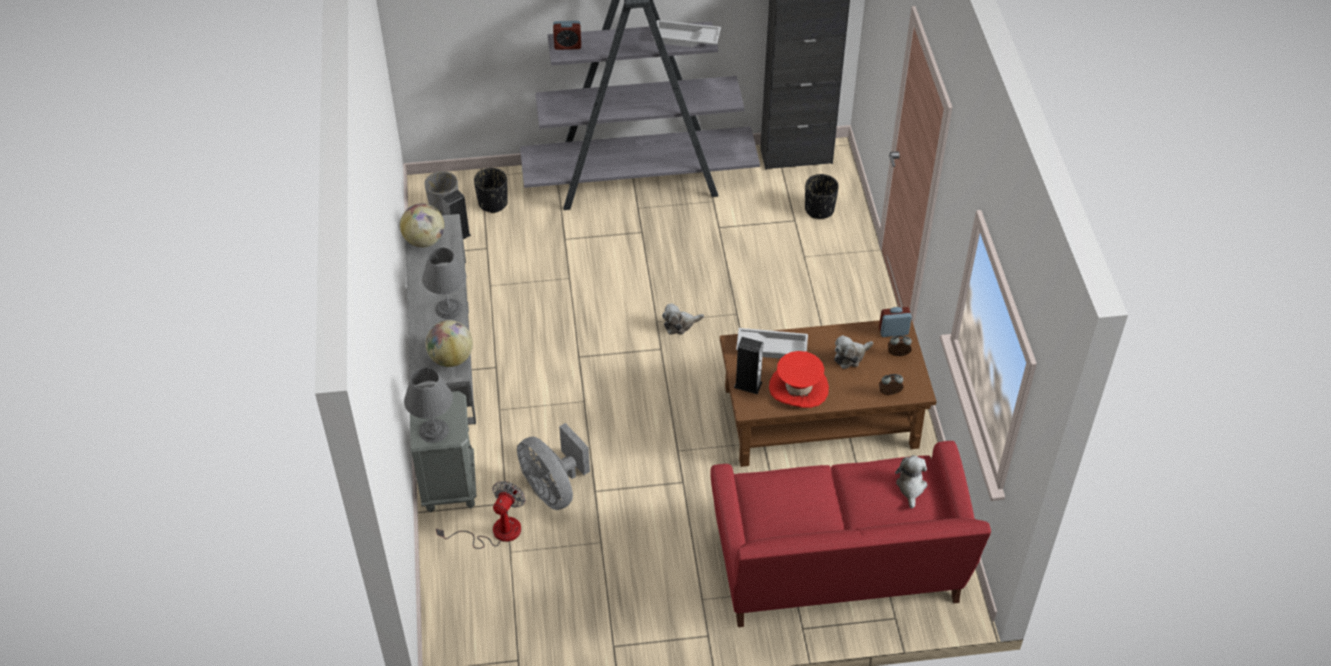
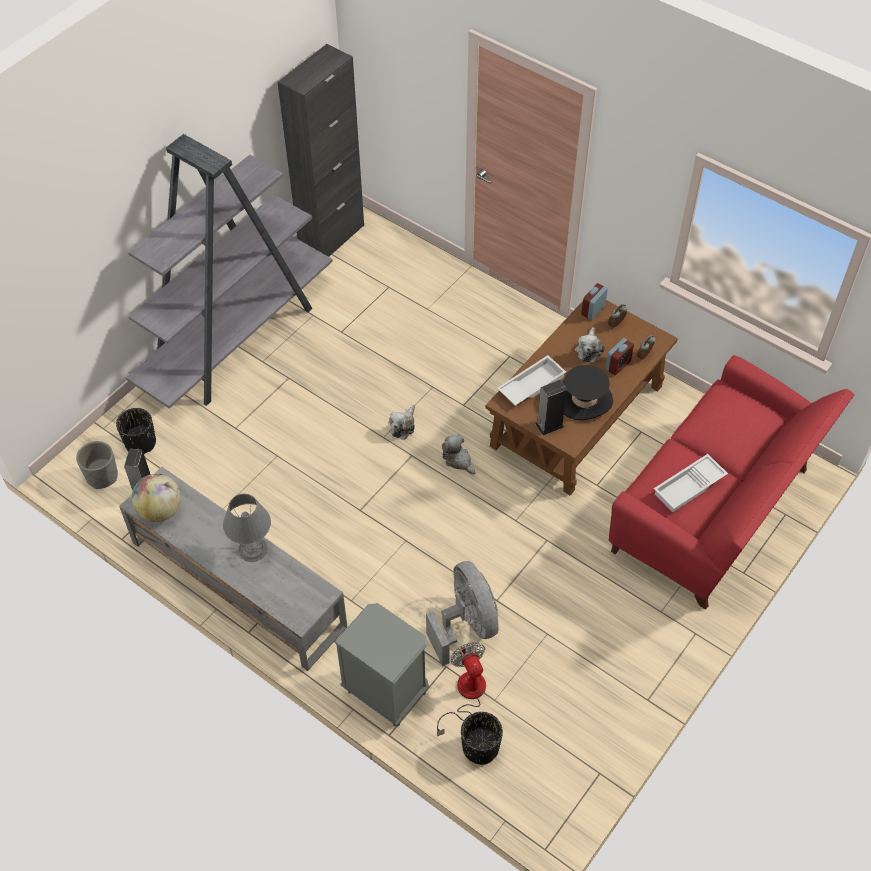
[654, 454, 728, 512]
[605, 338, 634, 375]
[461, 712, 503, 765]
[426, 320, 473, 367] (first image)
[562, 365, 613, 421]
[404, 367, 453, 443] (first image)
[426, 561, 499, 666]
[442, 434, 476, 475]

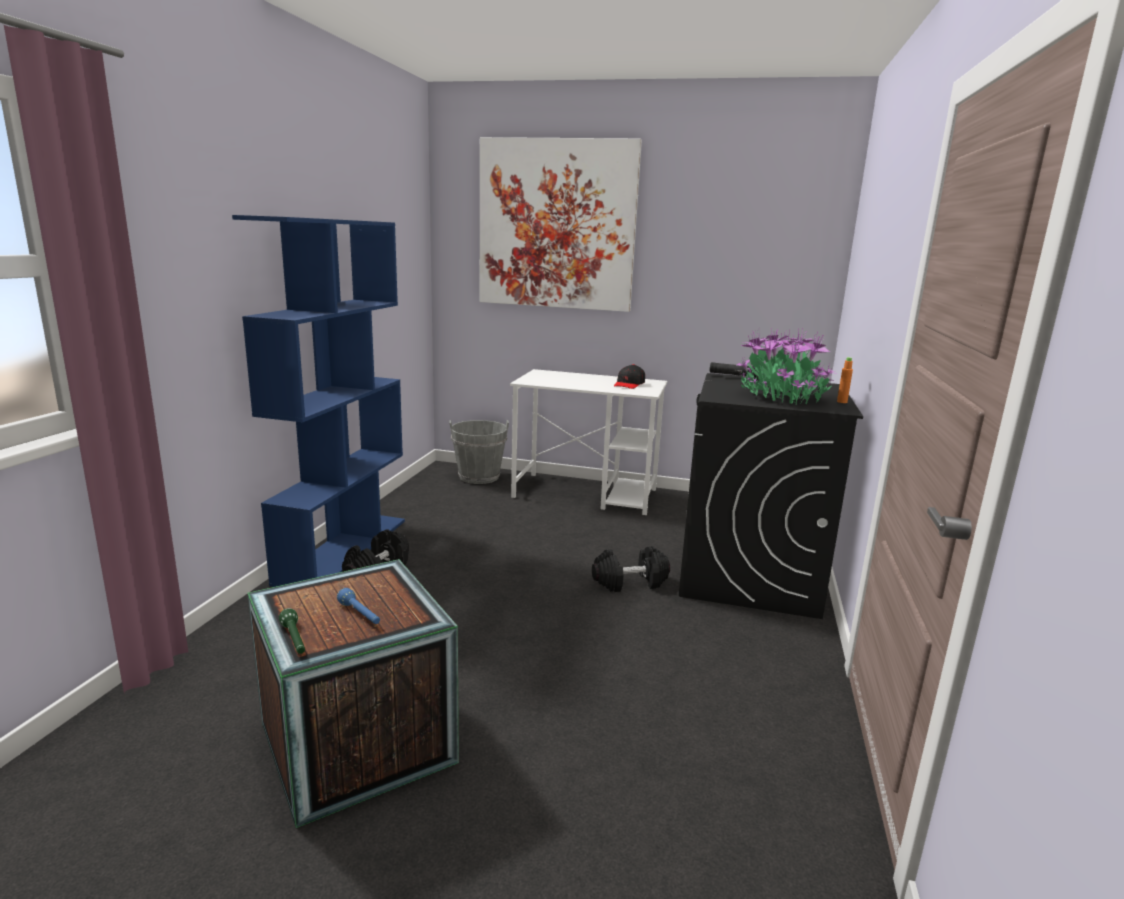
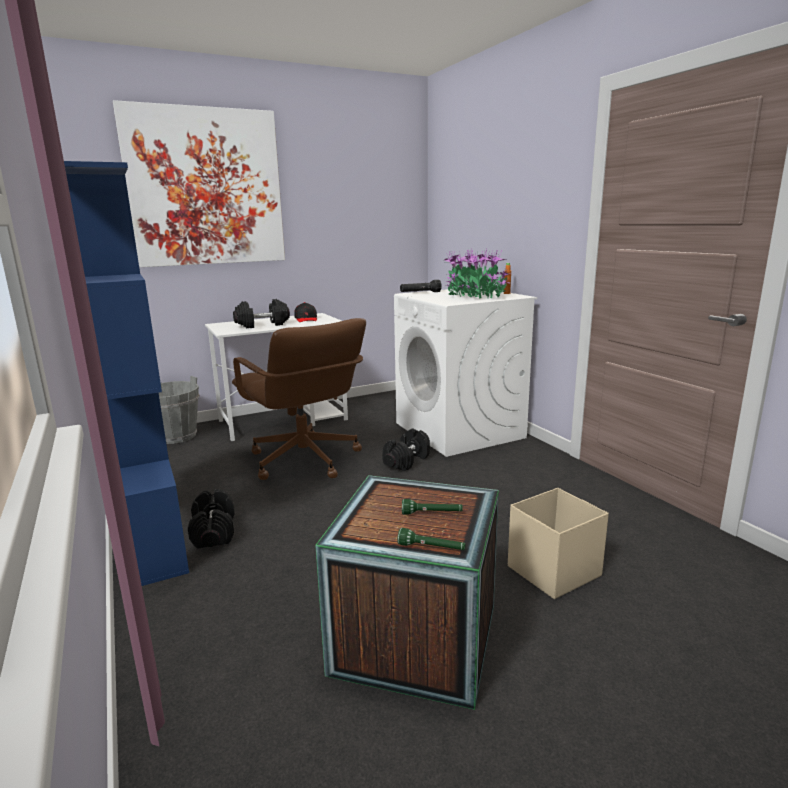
[394, 288, 537, 457]
[402, 499, 463, 515]
[233, 299, 290, 328]
[232, 318, 366, 480]
[508, 488, 609, 599]

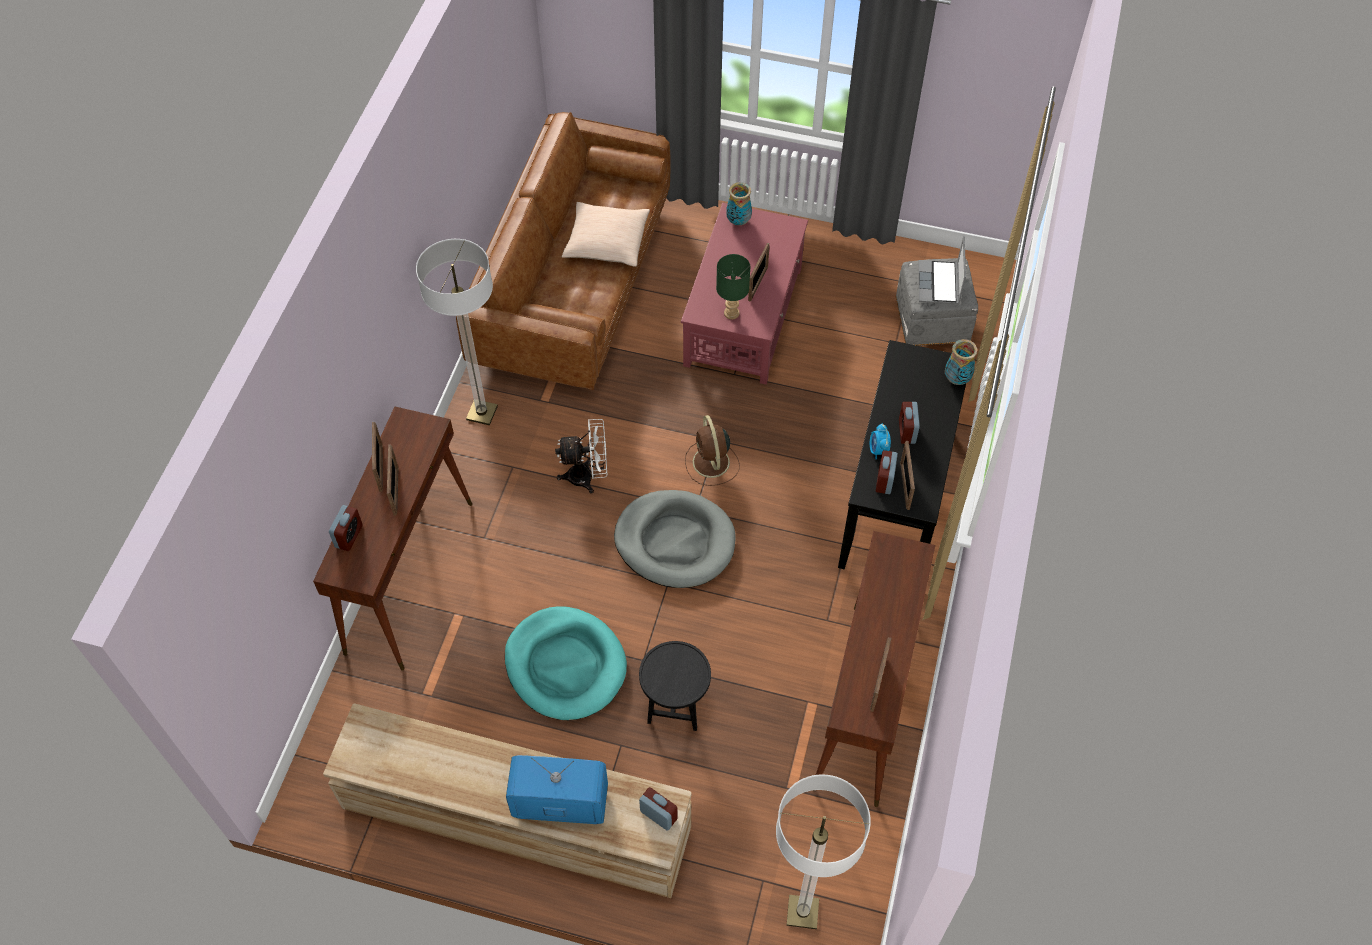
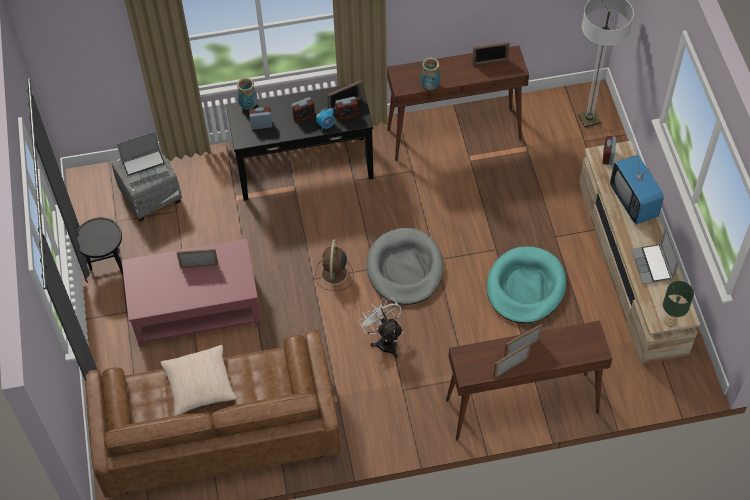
[420, 58, 440, 90]
[416, 239, 498, 425] (first image)
[663, 281, 694, 327]
[315, 239, 354, 291]
[249, 107, 272, 130]
[77, 217, 123, 275]
[631, 227, 679, 284]

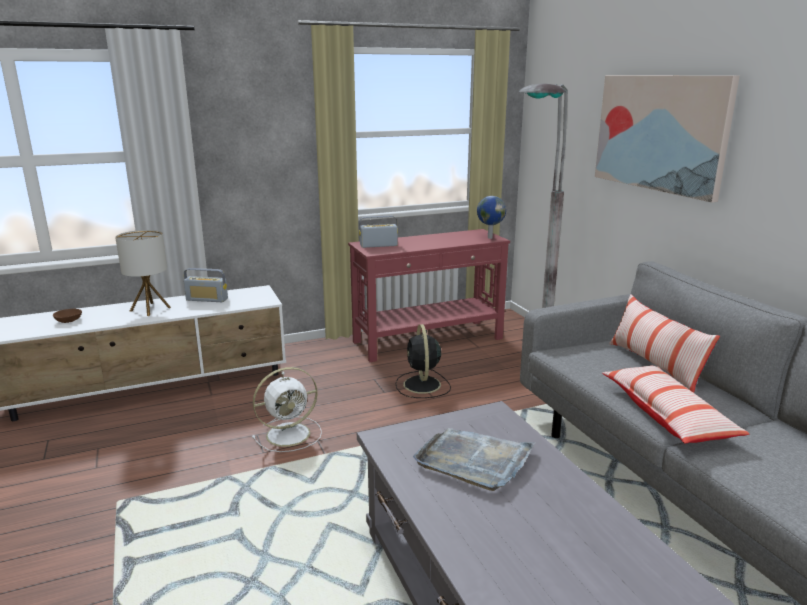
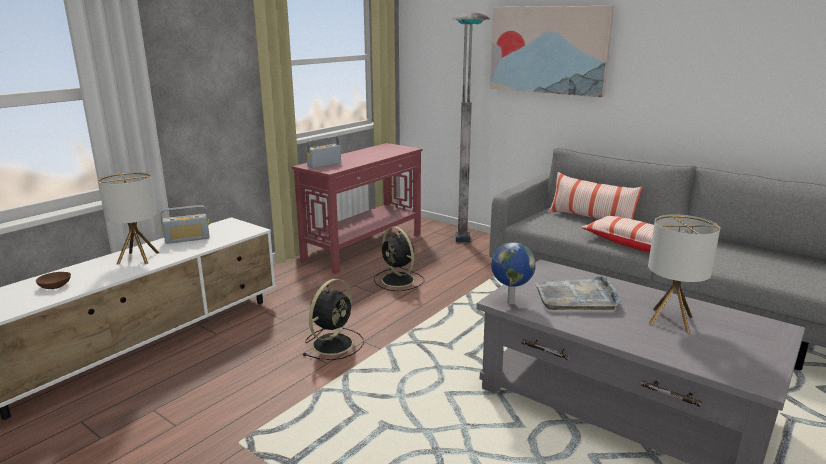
[491, 242, 536, 304]
[302, 279, 364, 360]
[648, 215, 720, 333]

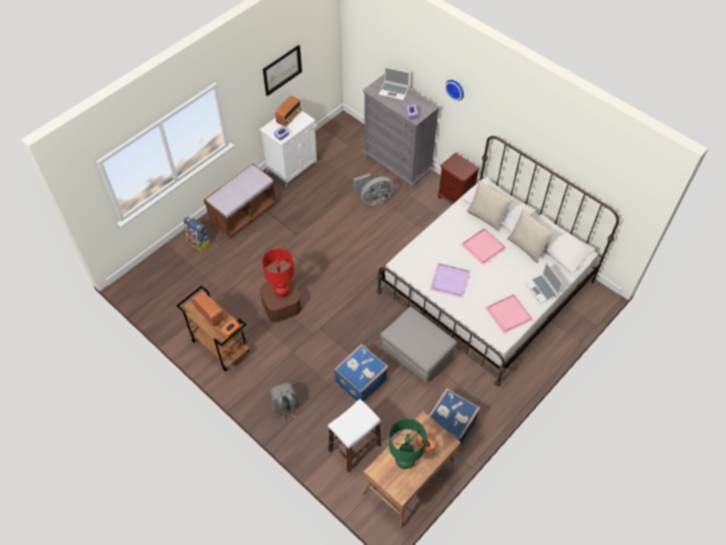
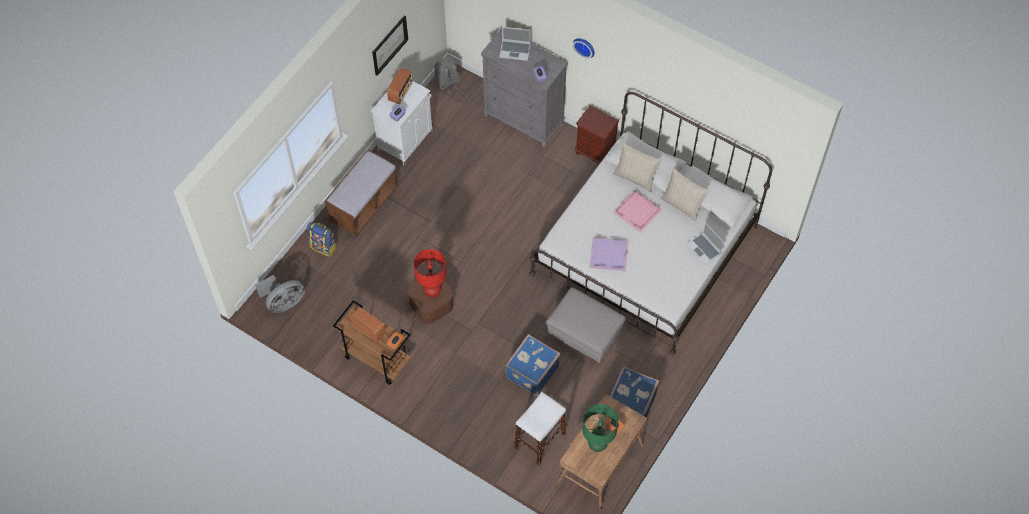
[255, 275, 305, 313]
[485, 294, 534, 334] (first image)
[434, 57, 460, 94]

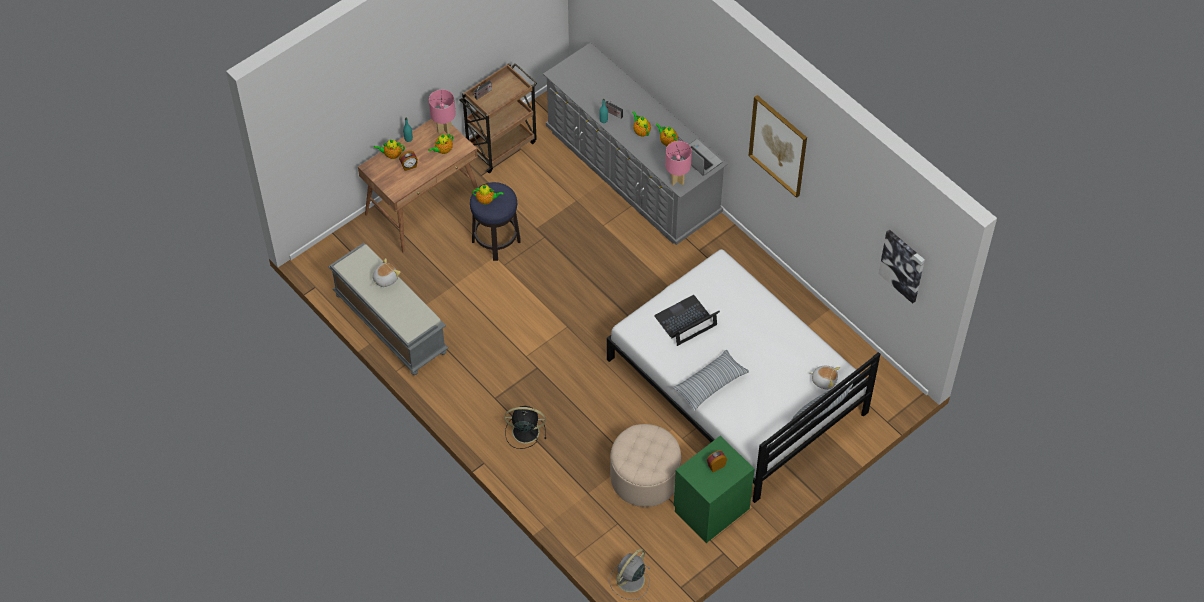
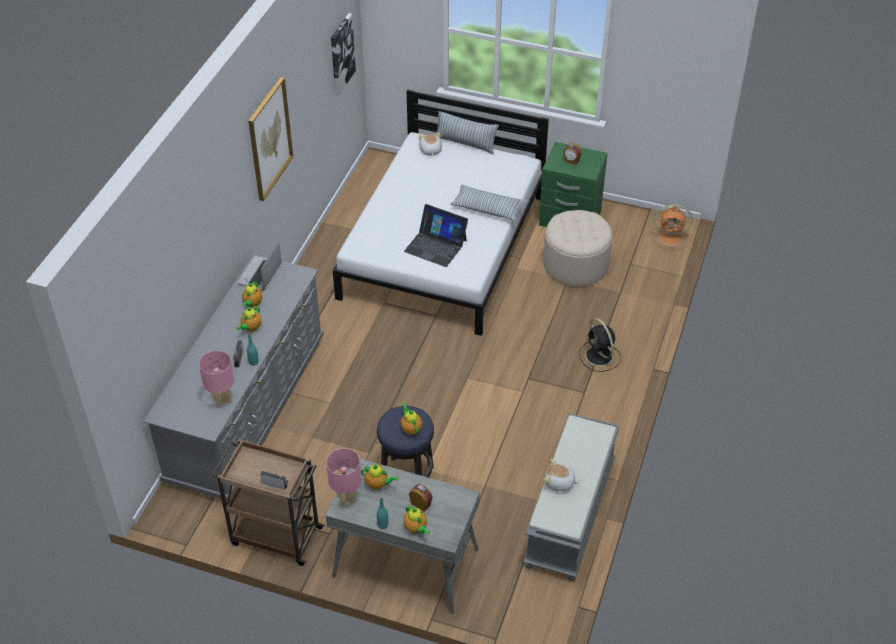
[326, 459, 480, 614]
[199, 351, 234, 408]
[651, 205, 692, 250]

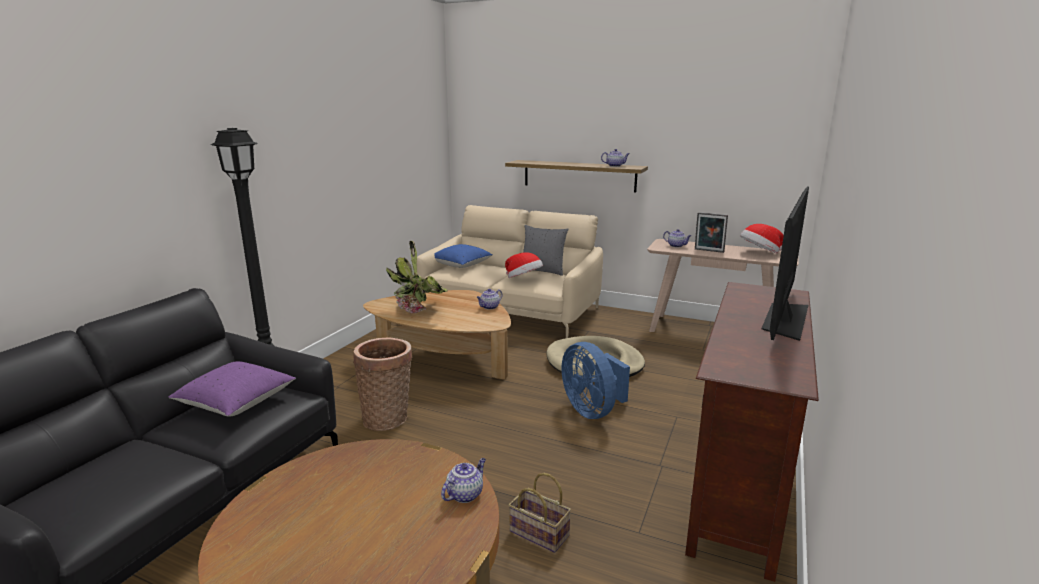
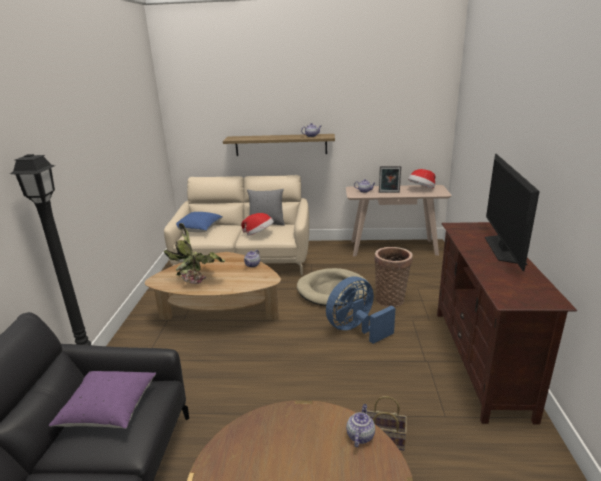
[375, 247, 413, 307]
[326, 276, 395, 344]

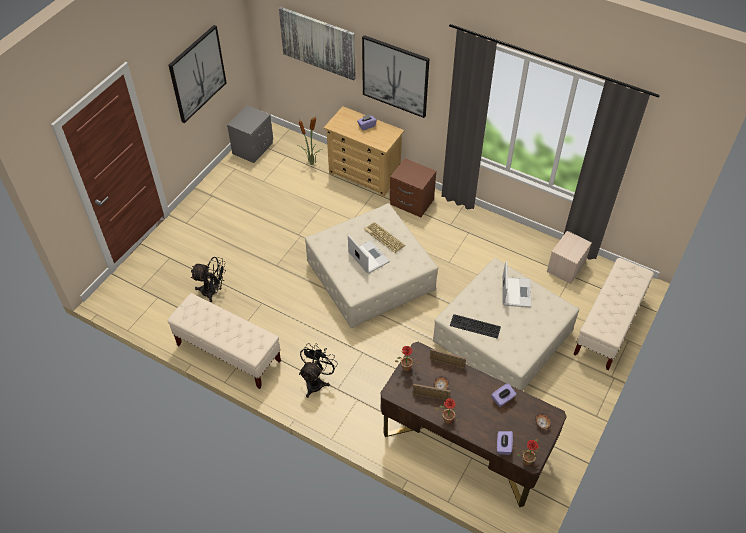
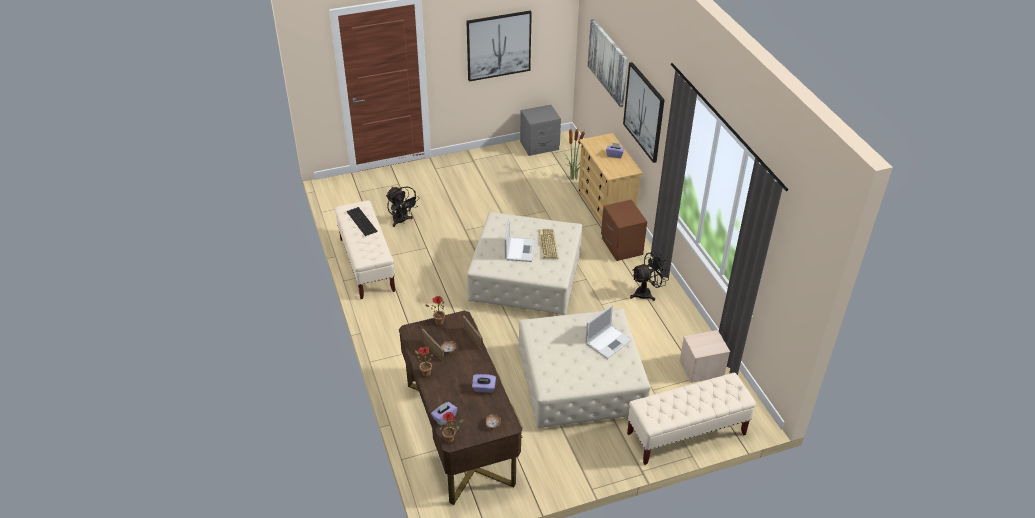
[347, 207, 378, 236]
[630, 251, 669, 301]

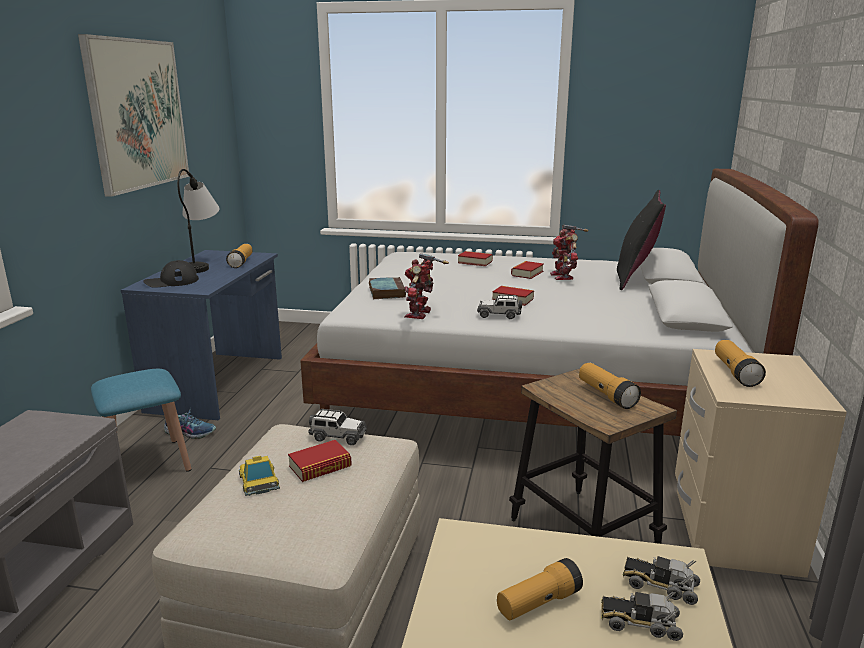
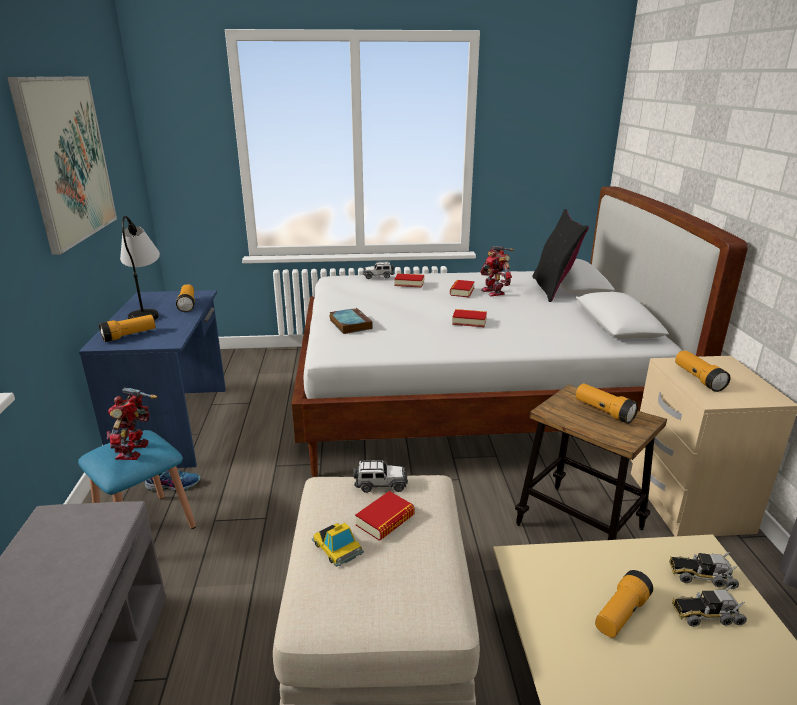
[106, 387, 158, 460]
[99, 315, 156, 342]
[363, 261, 394, 279]

